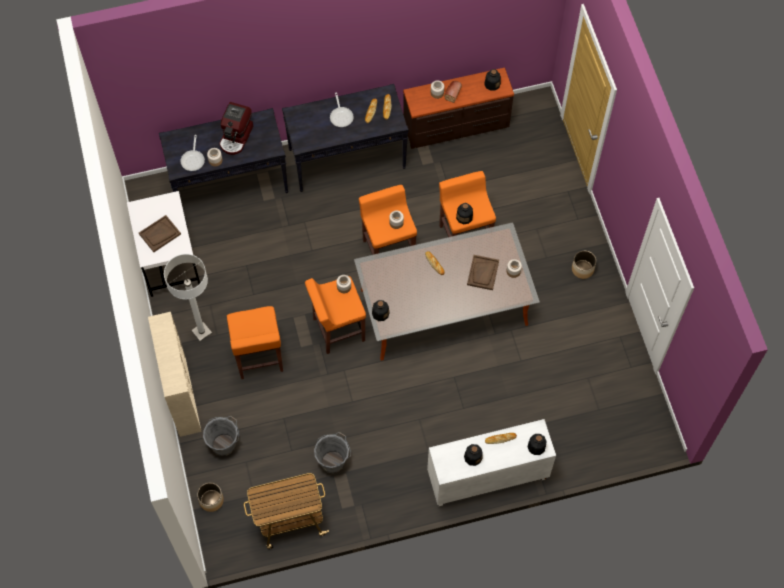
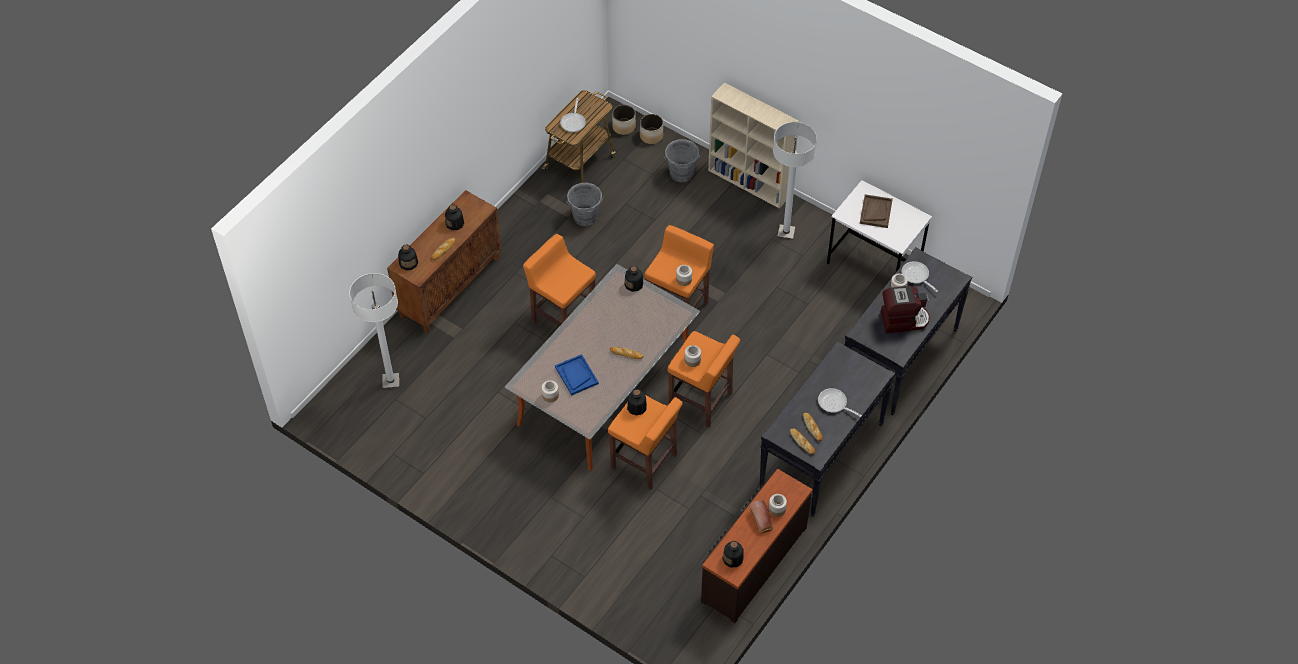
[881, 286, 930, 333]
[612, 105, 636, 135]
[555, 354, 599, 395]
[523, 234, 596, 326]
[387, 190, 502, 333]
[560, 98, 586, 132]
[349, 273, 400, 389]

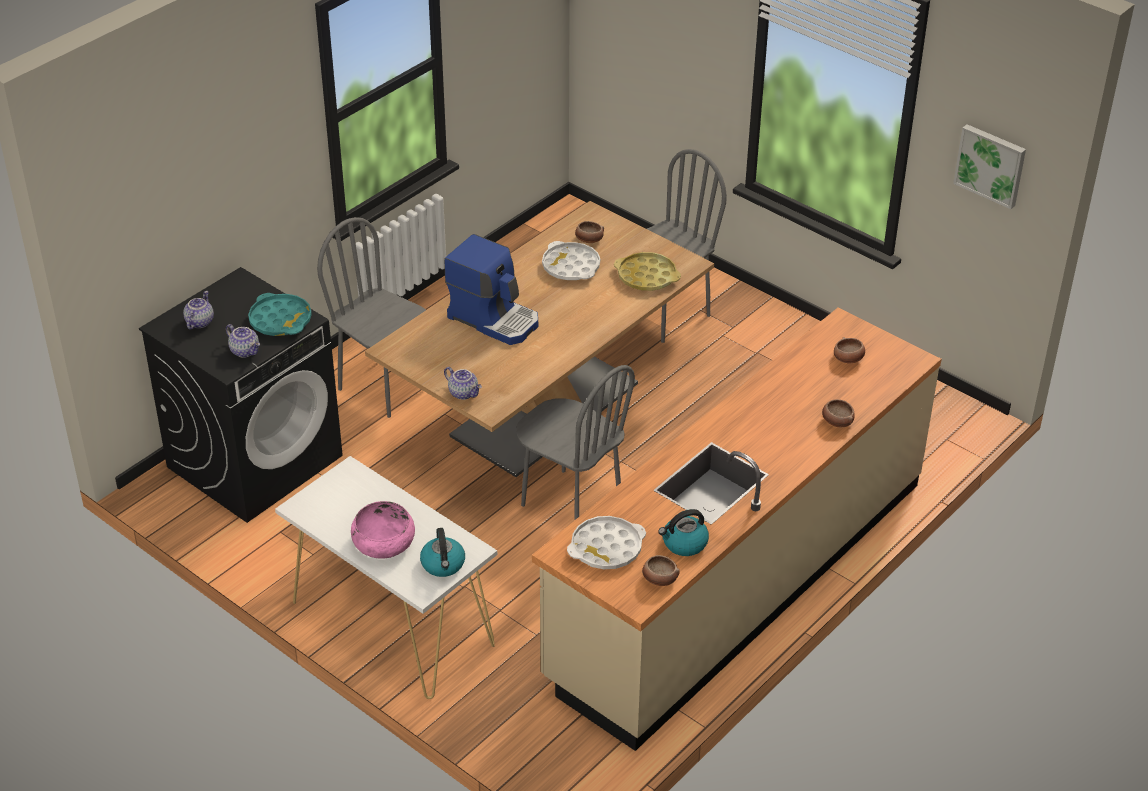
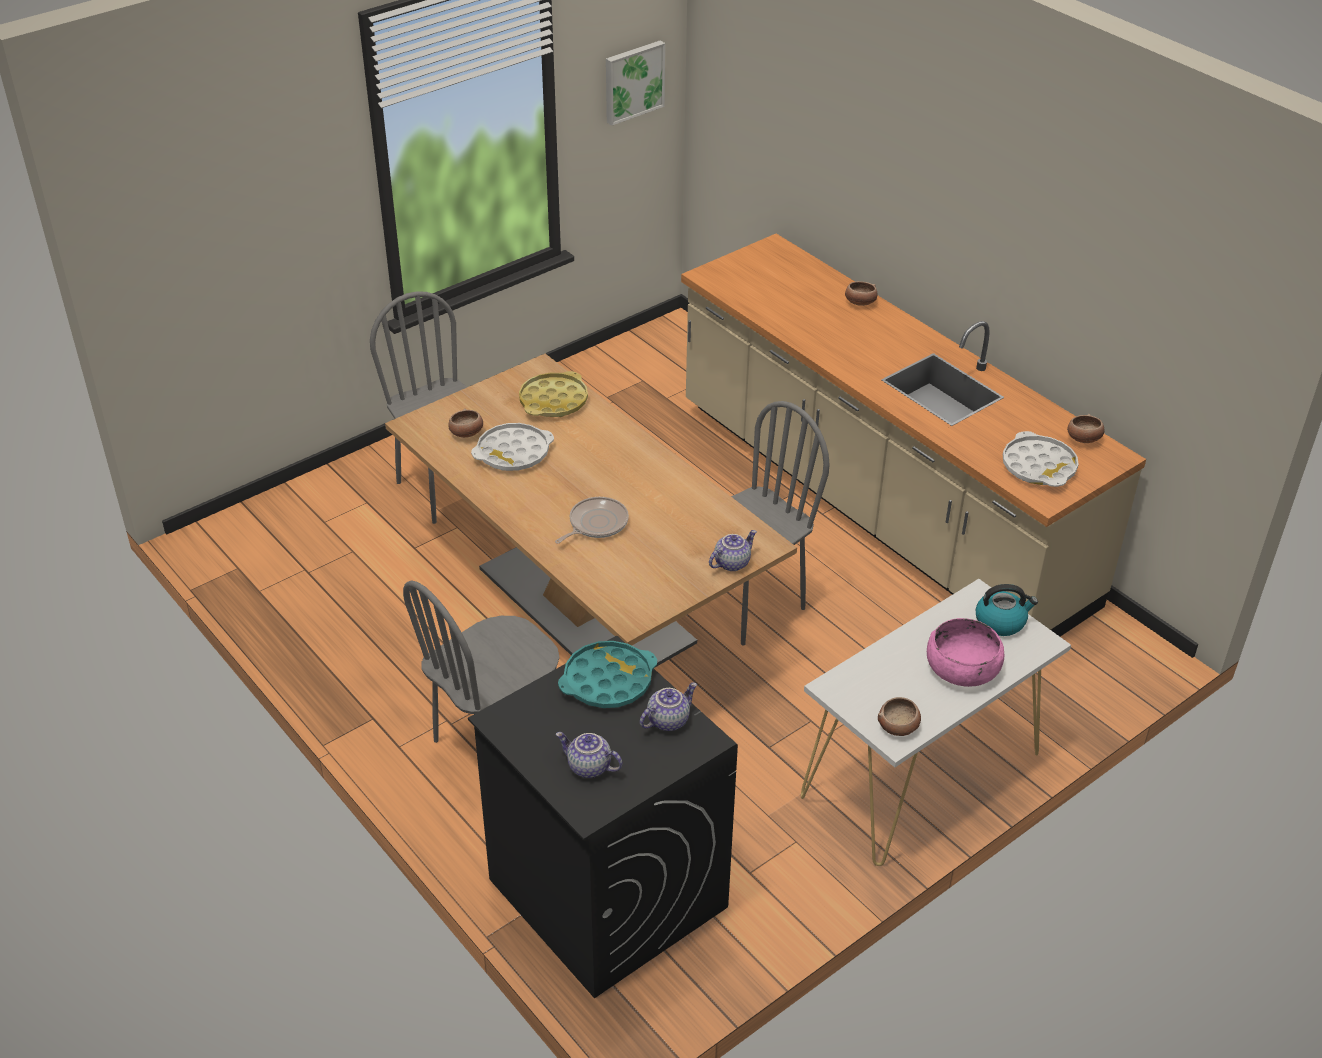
[555, 497, 629, 544]
[878, 697, 921, 736]
[658, 509, 709, 556] (first image)

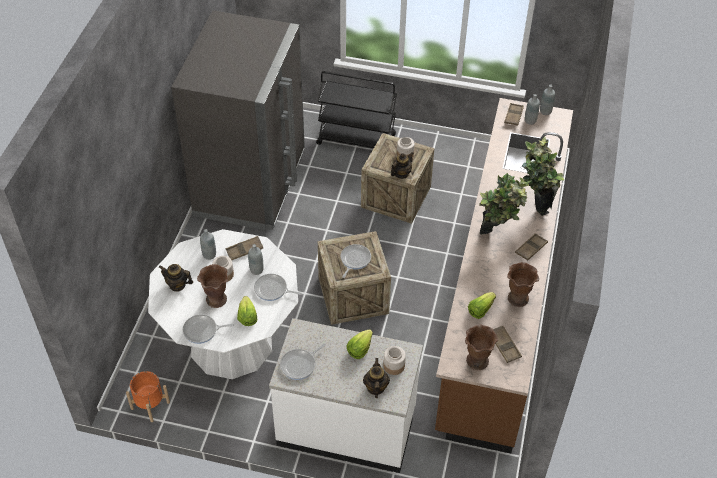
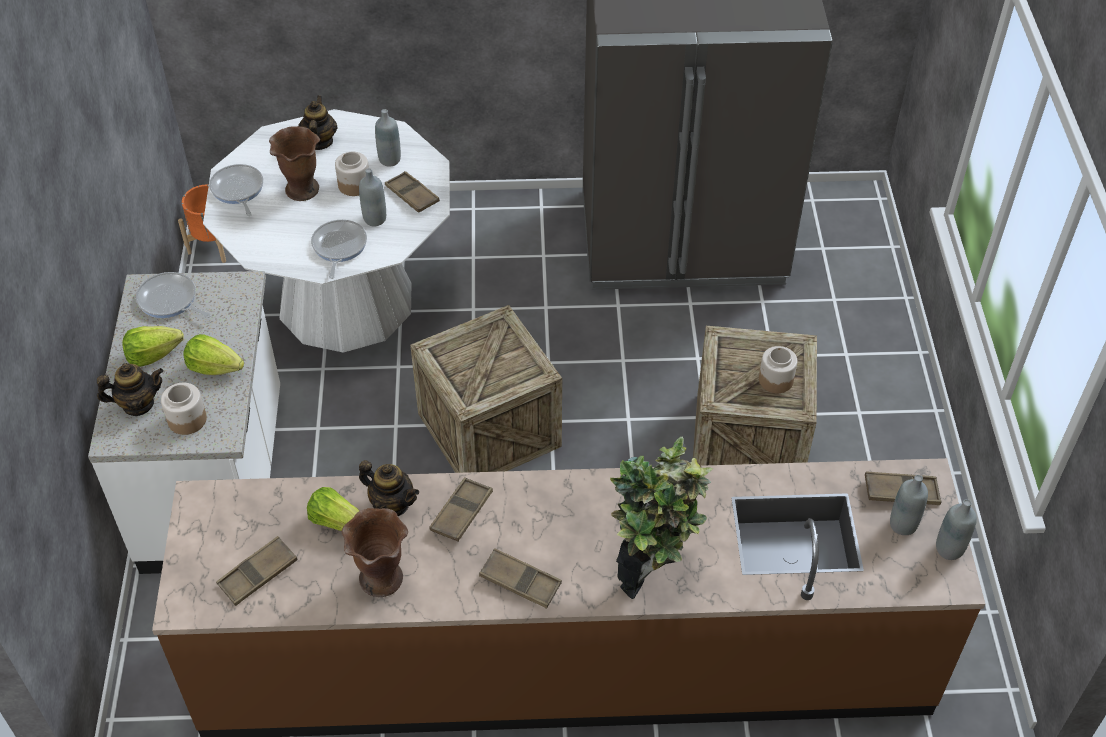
[316, 71, 397, 148] (first image)
[359, 460, 419, 516]
[479, 173, 531, 234] (first image)
[341, 244, 371, 278] (first image)
[122, 326, 184, 367]
[465, 324, 498, 370] (first image)
[429, 477, 493, 541]

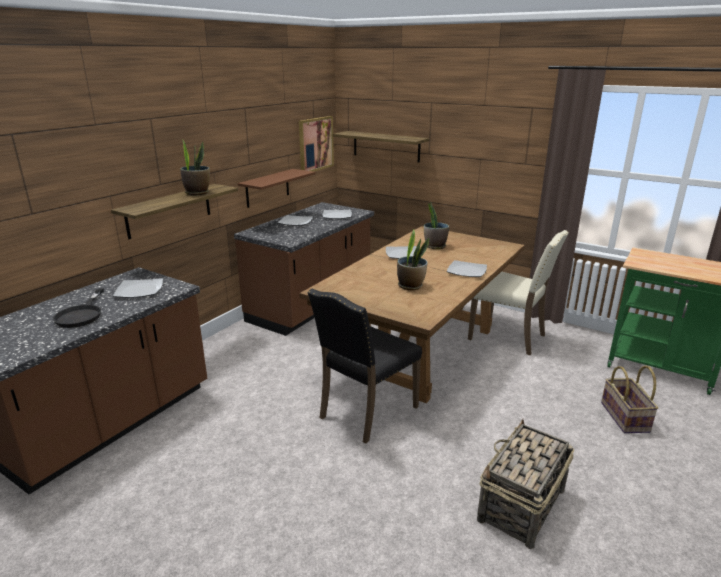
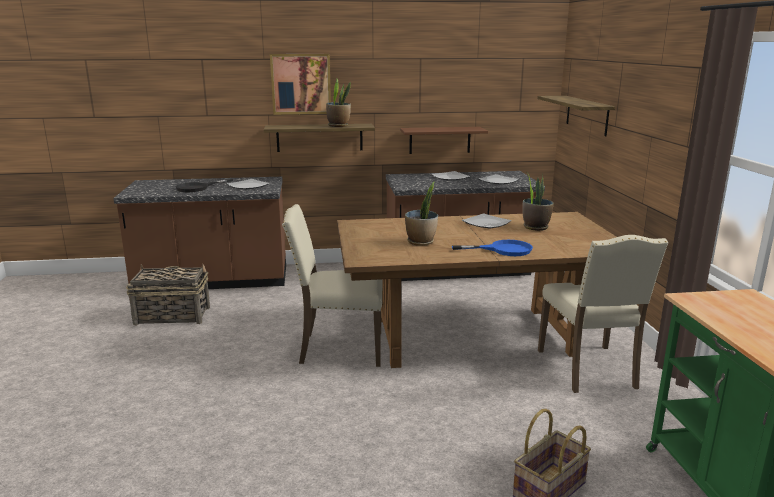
[270, 54, 331, 115]
[452, 240, 533, 256]
[282, 204, 383, 367]
[126, 263, 210, 326]

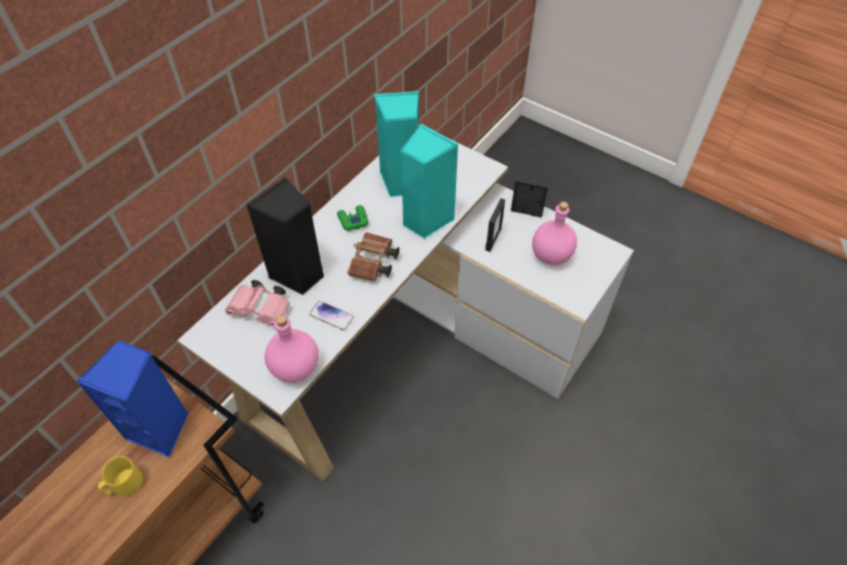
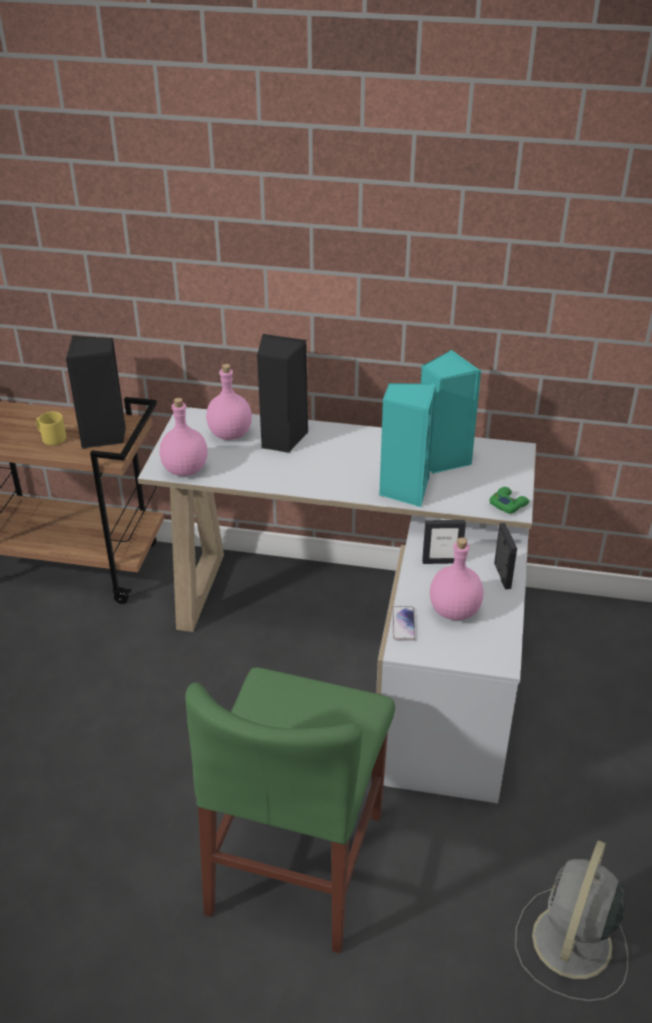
[490, 487, 529, 514]
[348, 233, 399, 282] (first image)
[206, 364, 252, 440]
[392, 606, 416, 641]
[66, 335, 126, 449]
[185, 667, 395, 953]
[515, 840, 628, 1002]

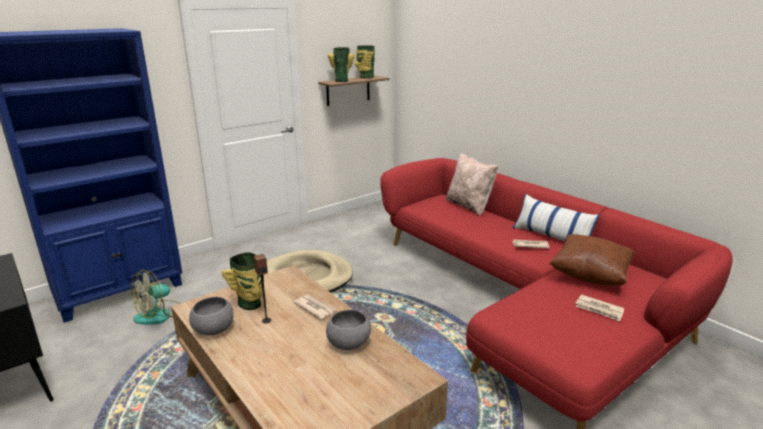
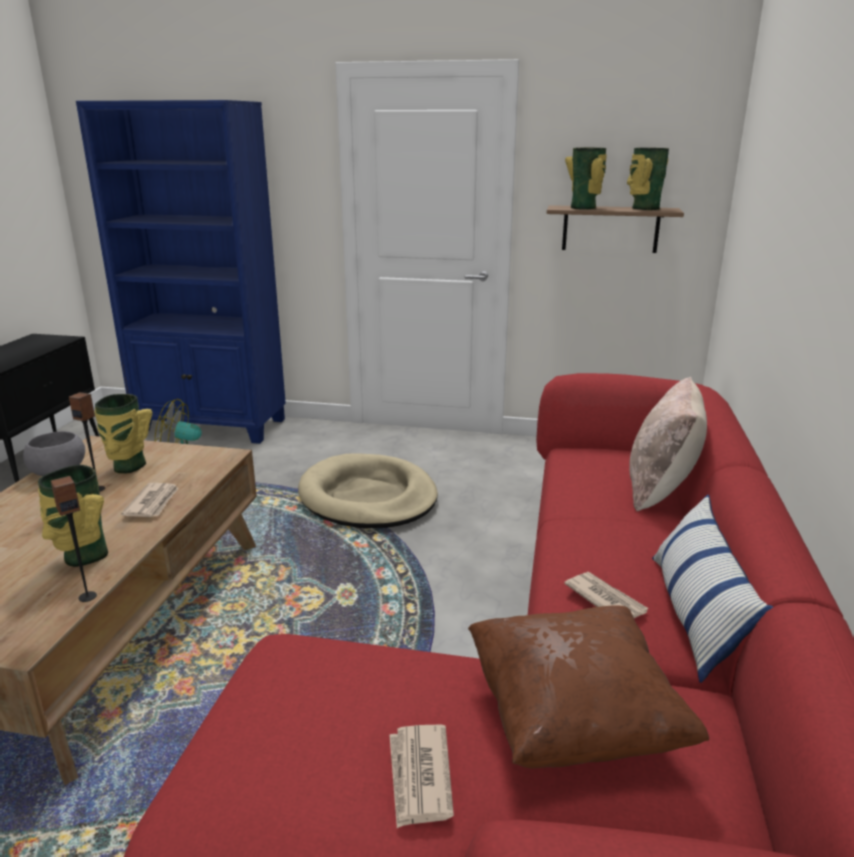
[38, 465, 108, 567]
[51, 476, 97, 602]

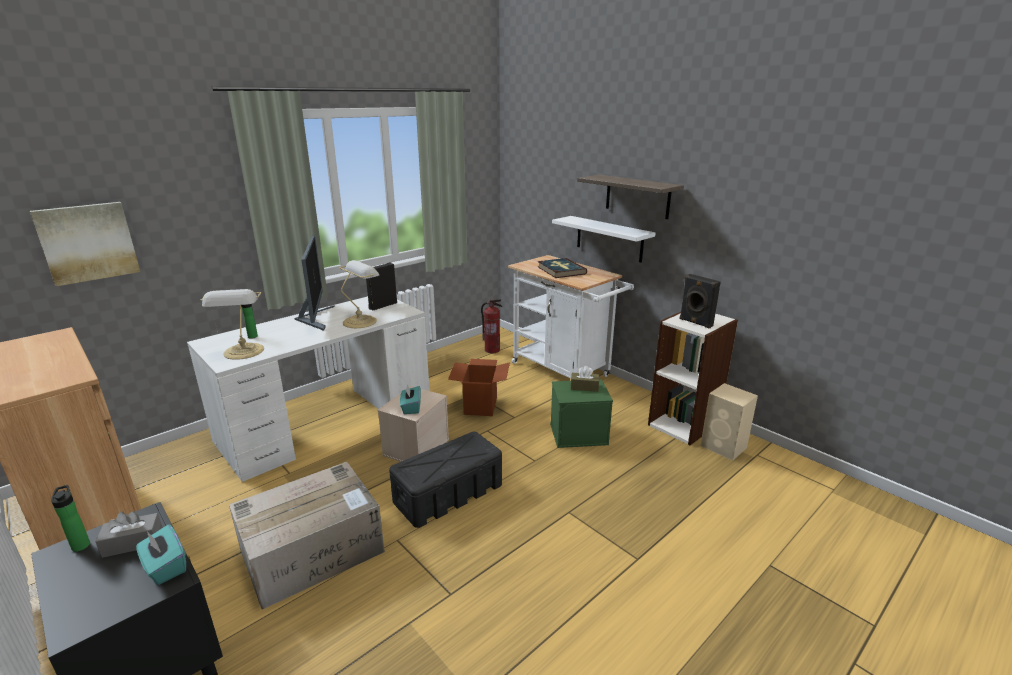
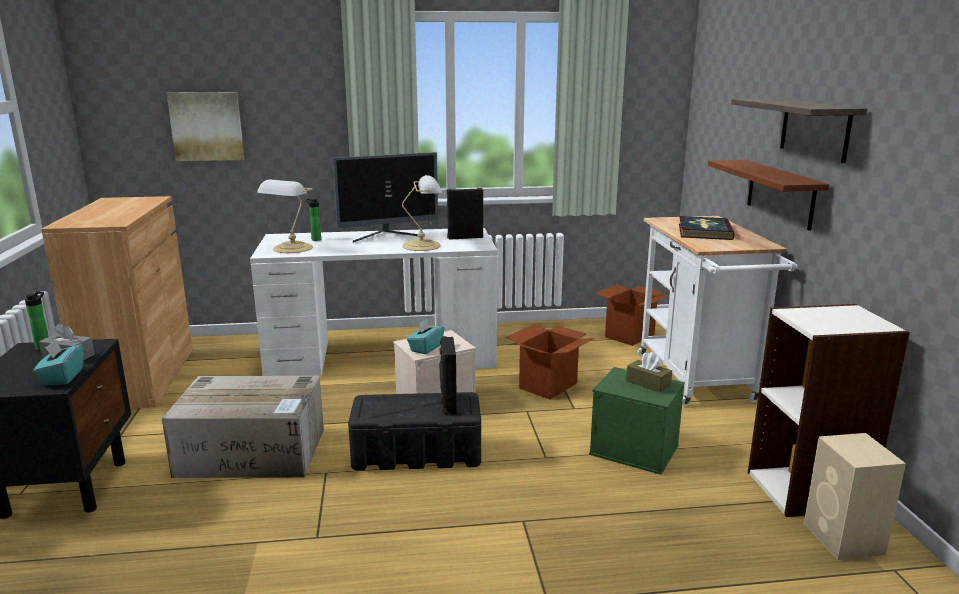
[708, 160, 829, 231]
[333, 152, 438, 243]
[439, 336, 457, 415]
[595, 284, 670, 346]

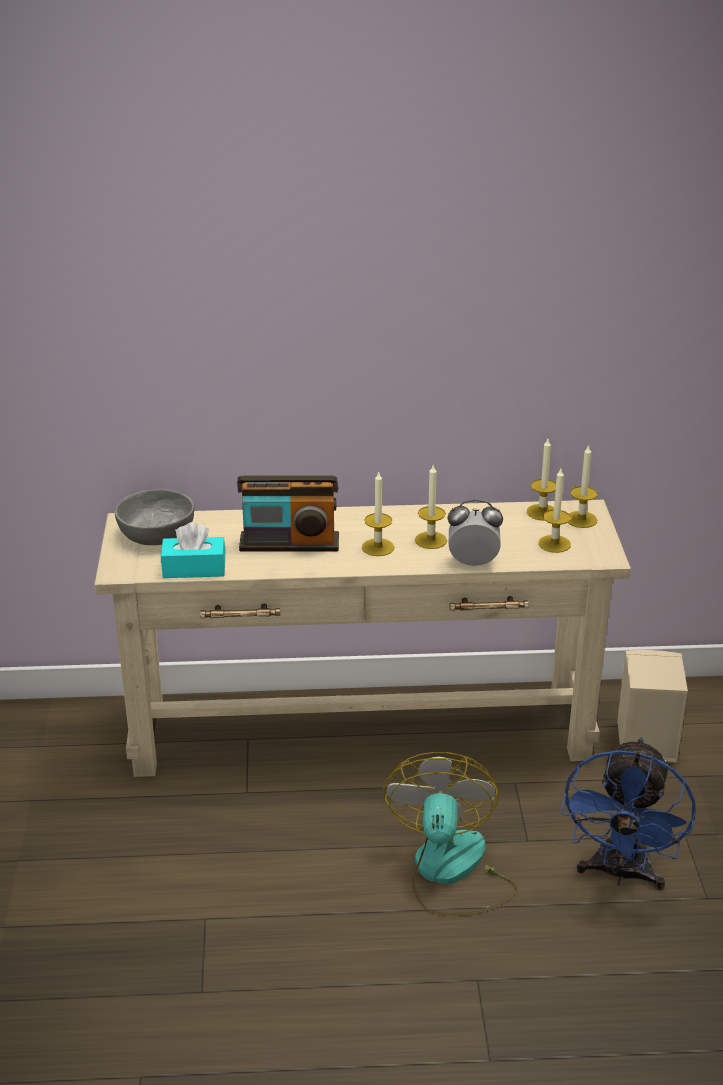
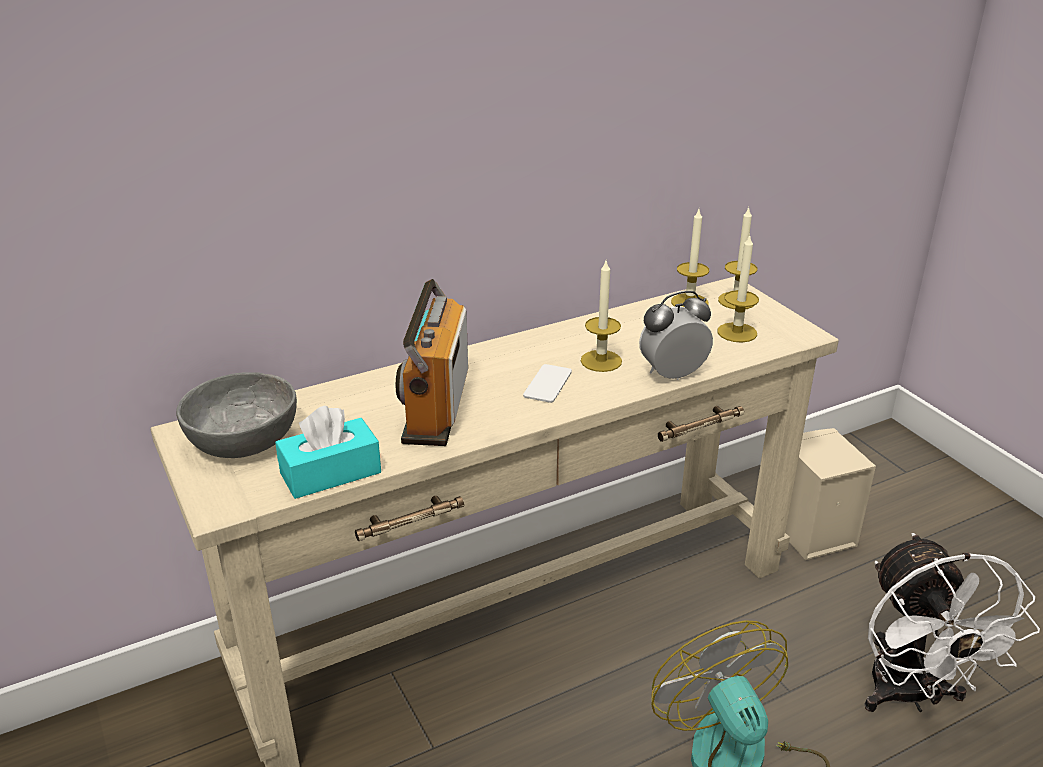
[523, 364, 572, 403]
[396, 279, 468, 446]
[864, 533, 1040, 712]

